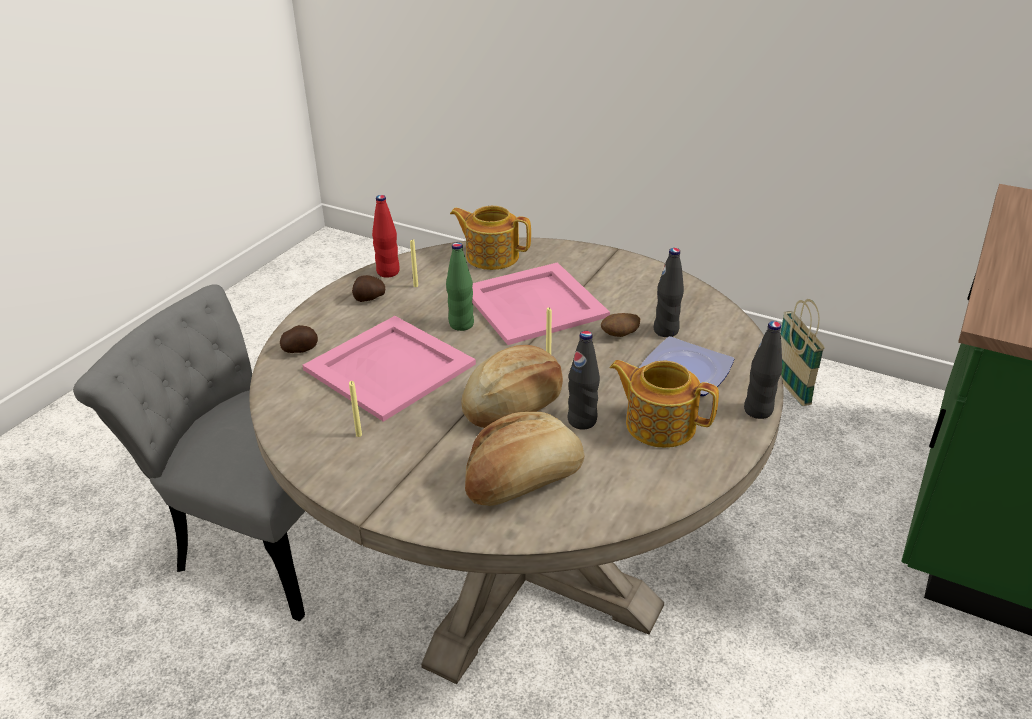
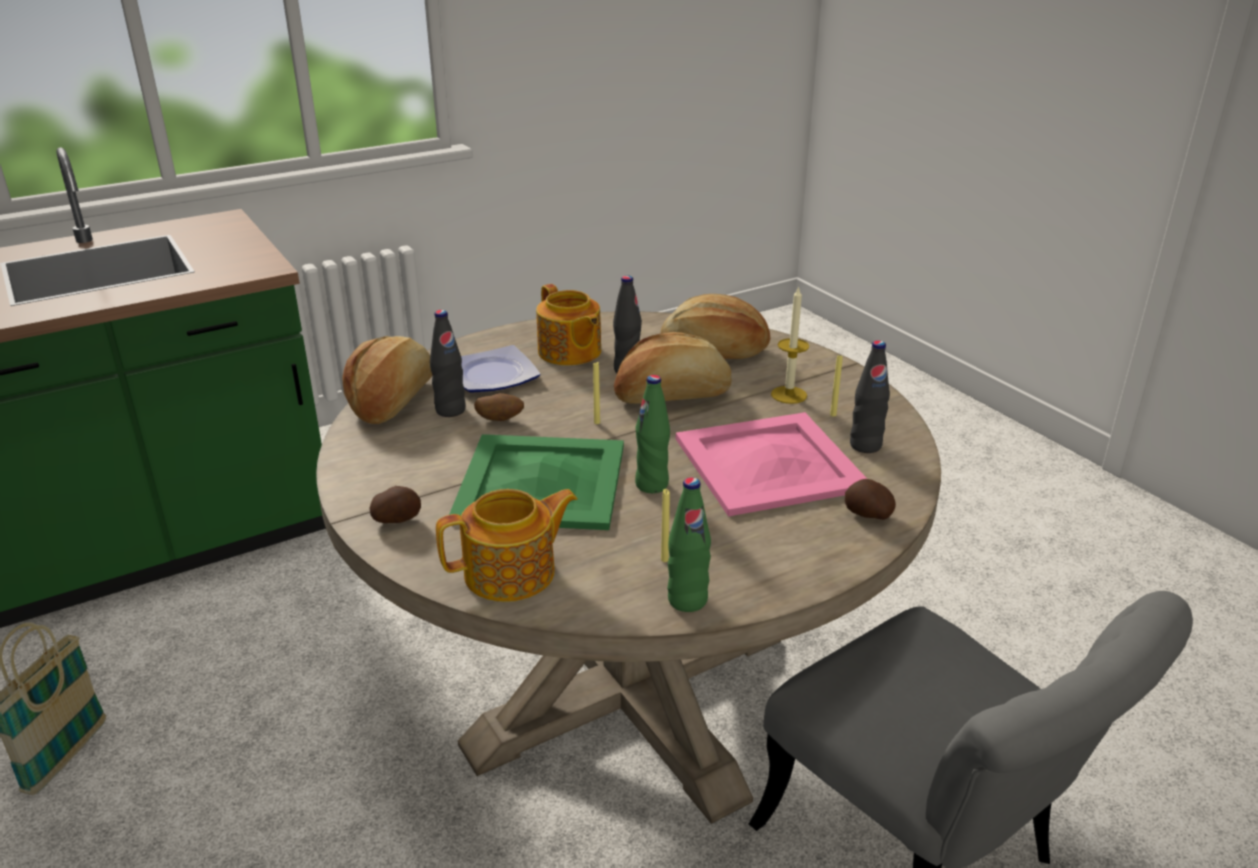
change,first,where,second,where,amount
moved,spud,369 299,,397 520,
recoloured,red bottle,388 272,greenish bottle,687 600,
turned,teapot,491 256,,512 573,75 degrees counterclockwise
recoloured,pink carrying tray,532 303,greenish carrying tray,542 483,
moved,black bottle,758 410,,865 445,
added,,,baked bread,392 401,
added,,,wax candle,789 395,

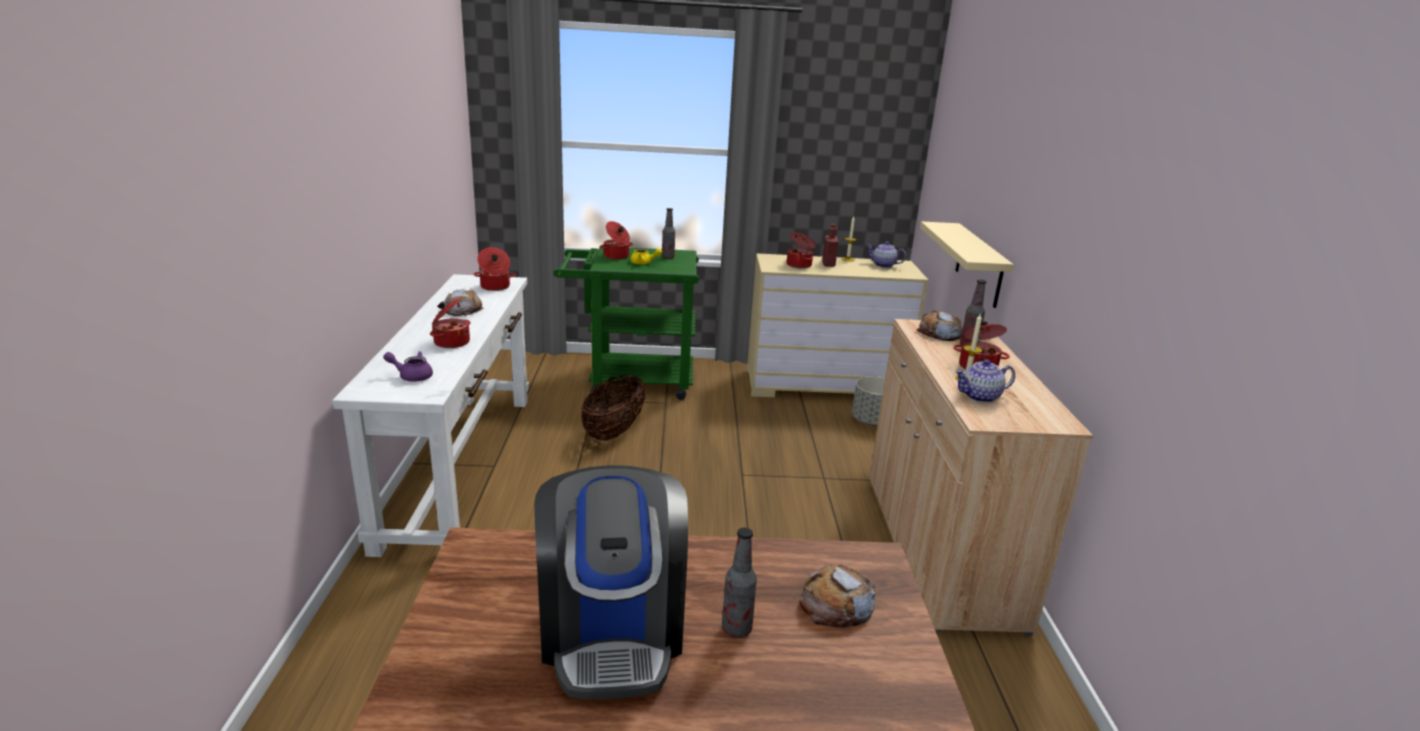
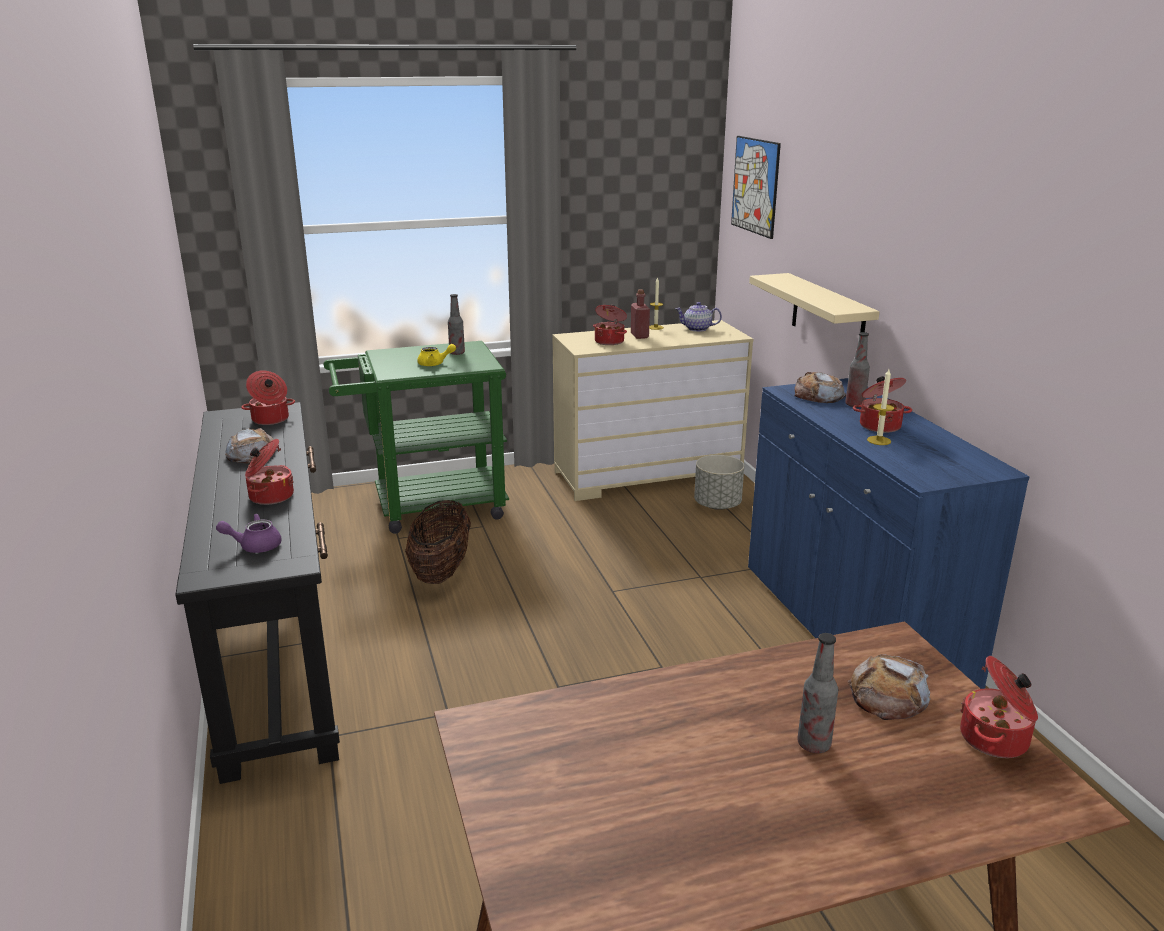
change,first,where,second,where,amount
recoloured,white narrow table,461 465,black narrow table,277 648,
removed,coffee brewer,612 631,,,
moved,stockpot,616 256,,996 739,
recoloured,beige cupboard,939 548,blue-coloured cupboard,852 626,
removed,teapot,980 397,,,
added,,,picture,755 186,

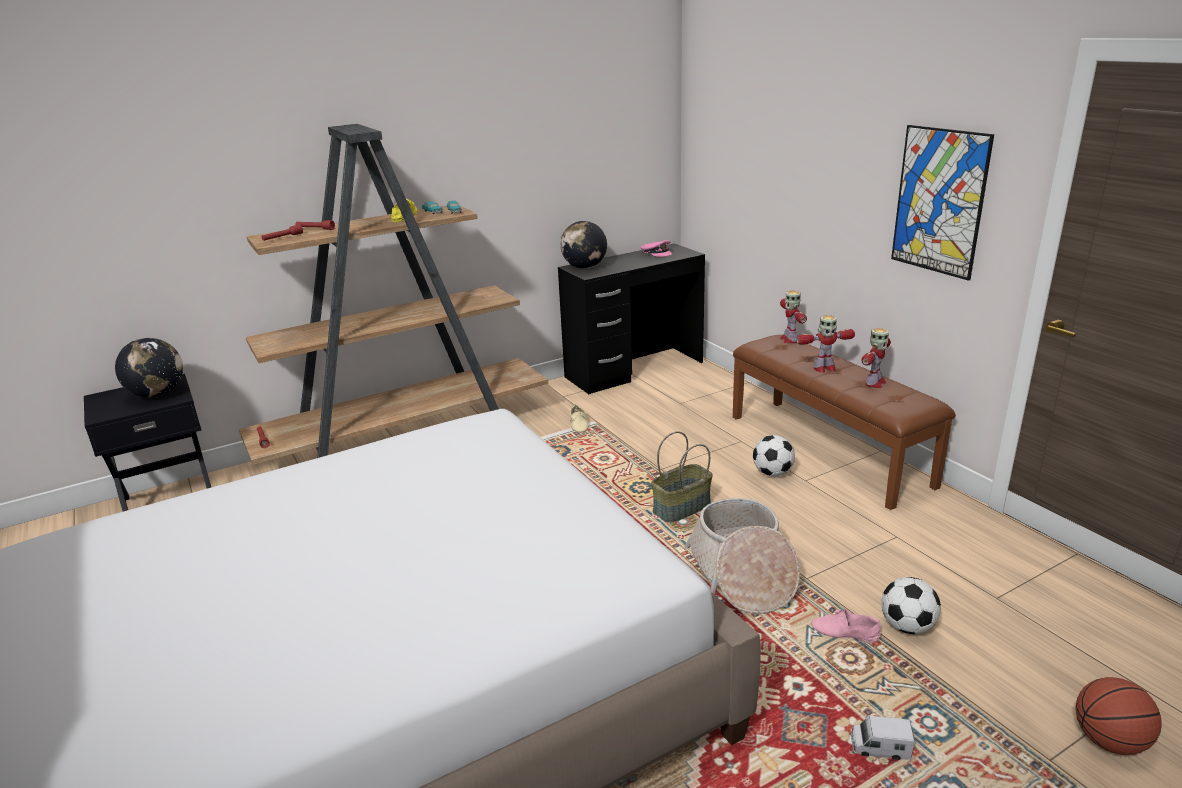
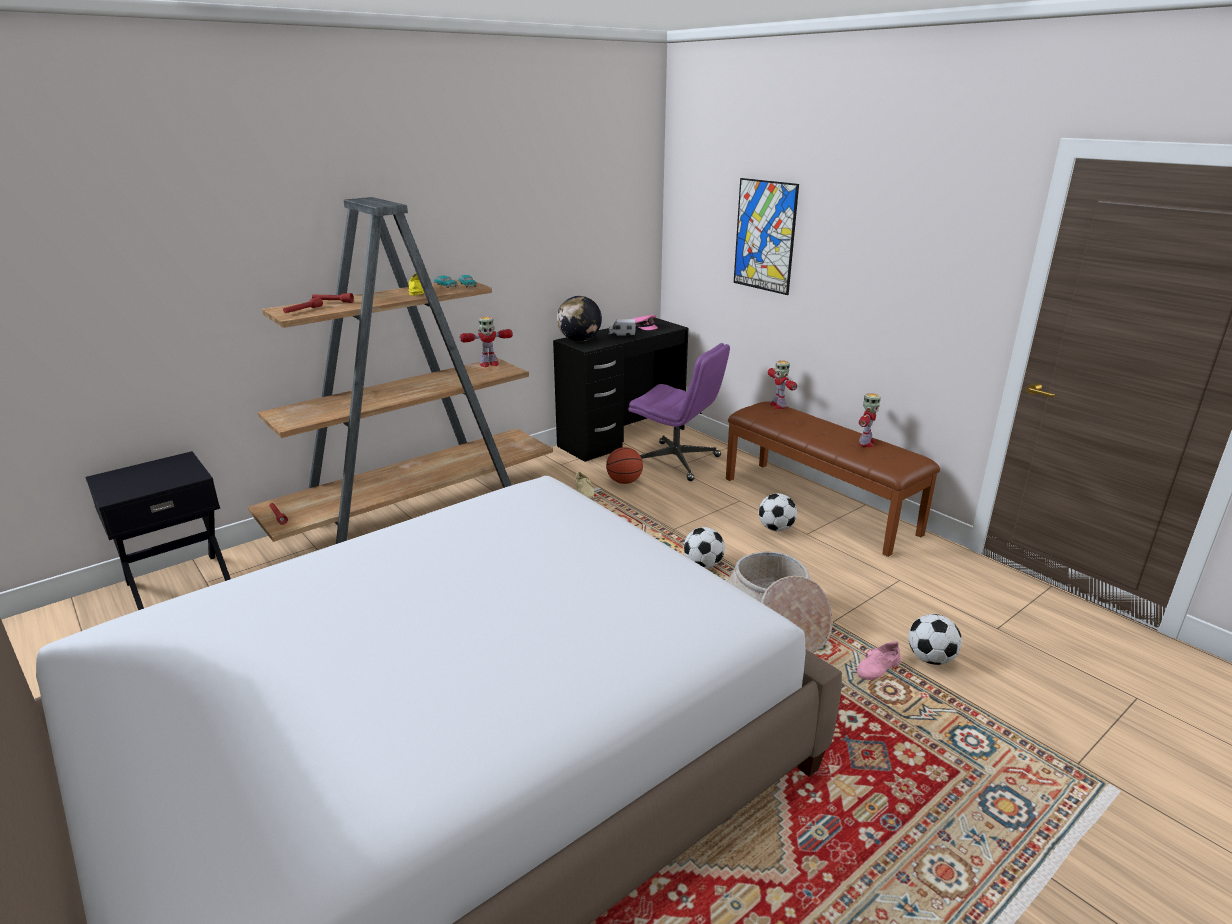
change,first,where,second,where,amount
removed,globe,158 394,,,
replaced,storage basket,682 509,ball for football,703 565,
moved,robot figure,823 368,,488 364,
turned,pink low shoe,844 633,,879 668,45 degrees counterclockwise
moved,model truck,879 748,,622 334,
moved,picture,939 201,,765 236,
moved,ball for basketball,1109 741,,624 482,
added,,,purple office chair,677 461,

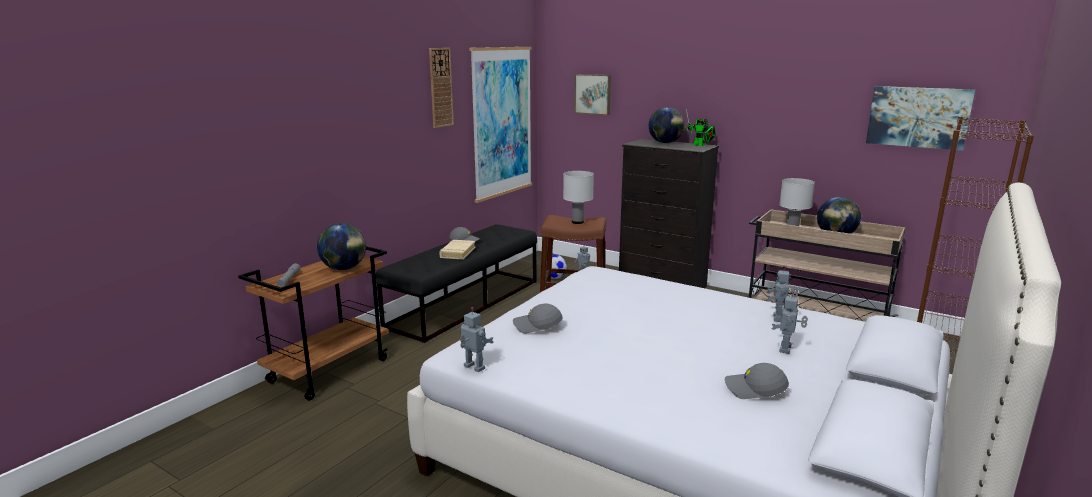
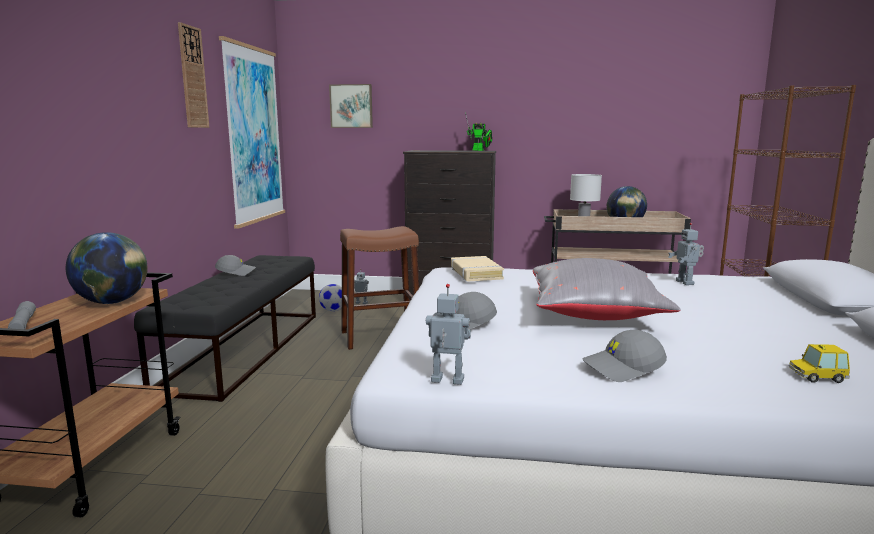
change,first,where,second,where,amount
moved,beige volume,457 252,,475 273,
removed,white tabletop lamp,577 222,,,
removed,globe,665 143,,,
moved,greyish peaked cap,755 390,,623 368,
removed,robot figure,786 349,,,
removed,picture,918 117,,,
added,,,greyish throw pillow,595 315,
added,,,model car,817 376,

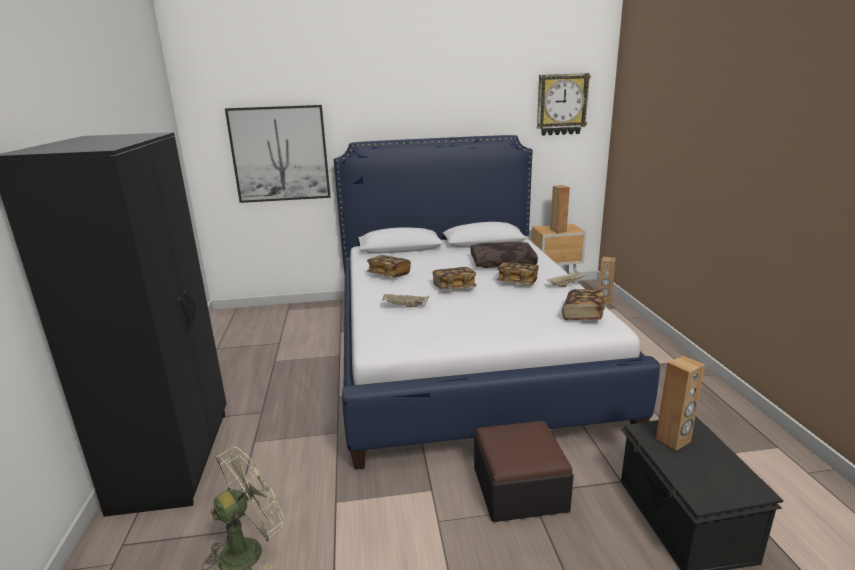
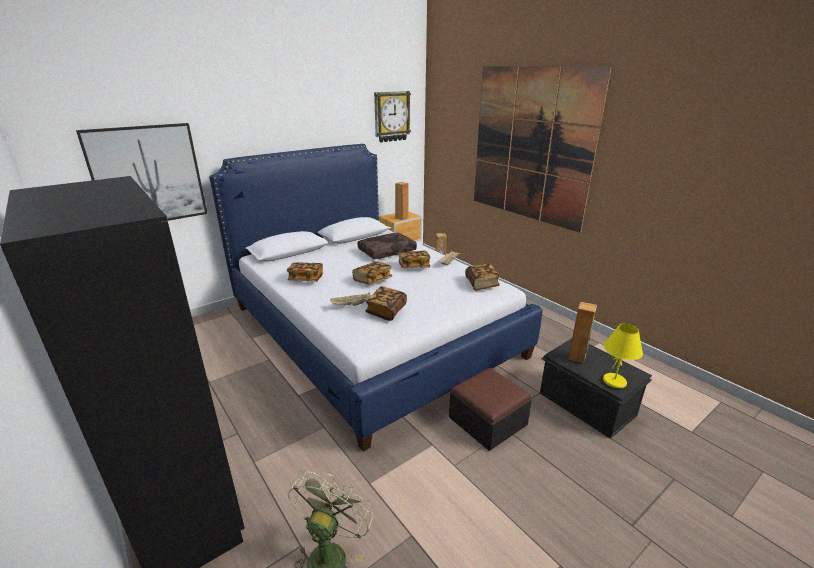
change,first,where,second,where,amount
added,,,volume,386 311,
added,,,picture,530 145,
added,,,yellowish tabletop lamp,614 382,

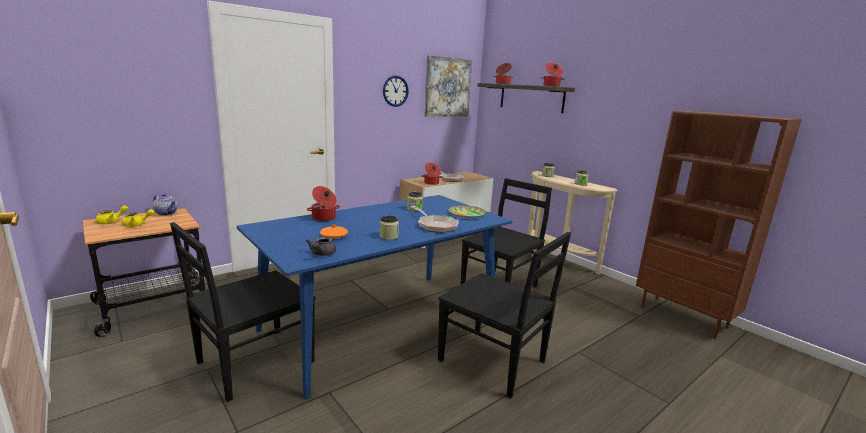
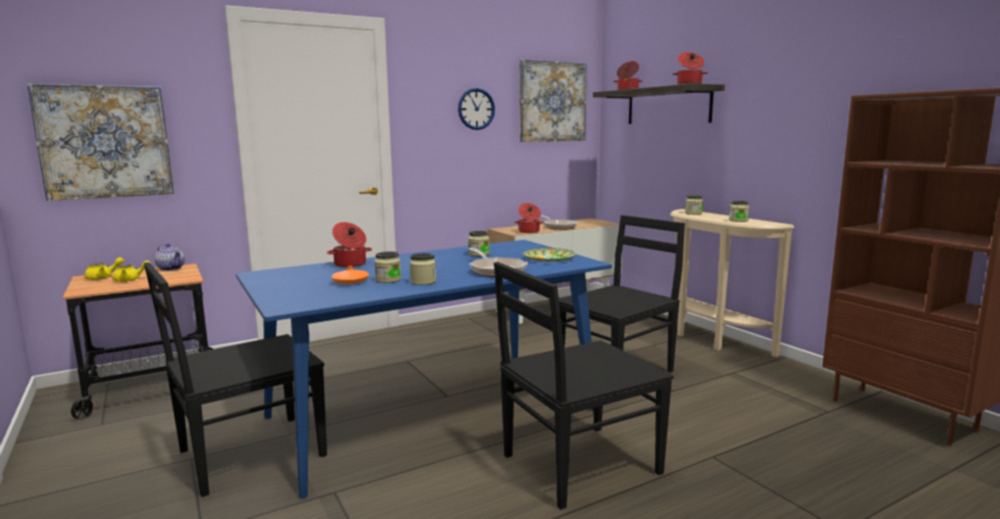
change,first,where,second,where,amount
removed,greyish teapot,321 254,,,
turned,black upright chair,494 362,,577 465,105 degrees clockwise
added,,,picture,105 142,
added,,,preserve jar,388 280,

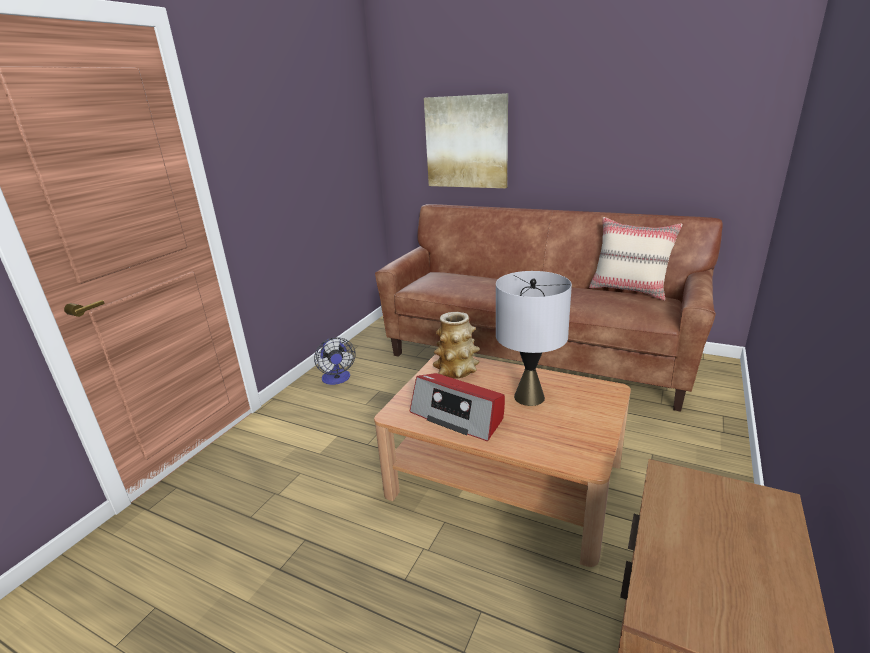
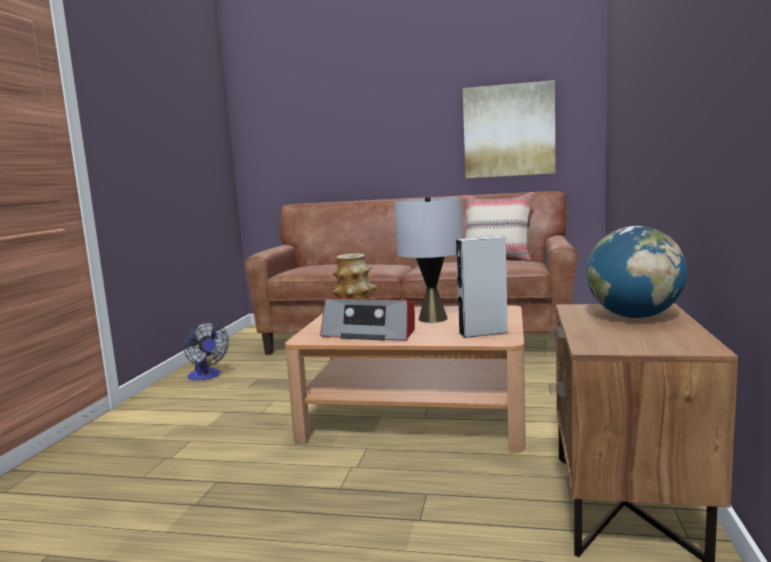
change,first,where,second,where,amount
moved,picture,466 142,,508 130,
added,,,greyish loudspeaker,483 333,
added,,,globe,634 316,

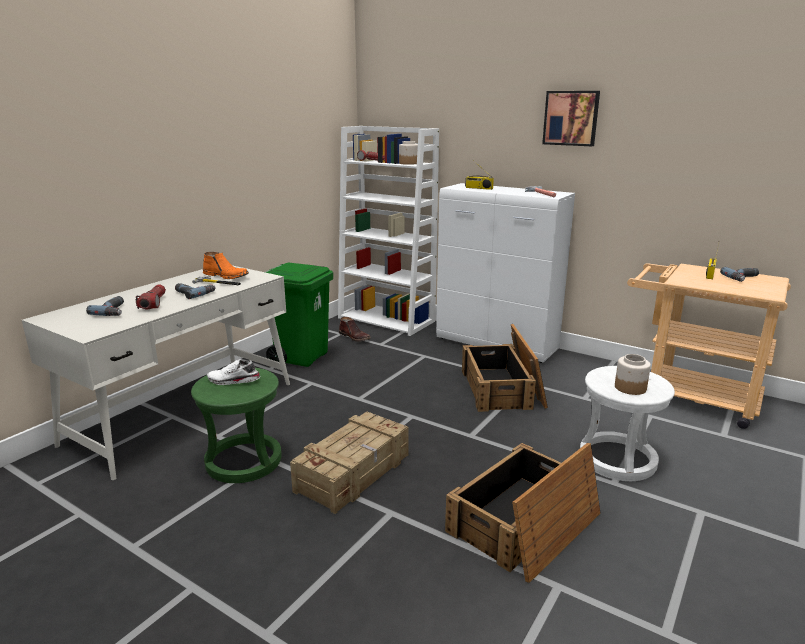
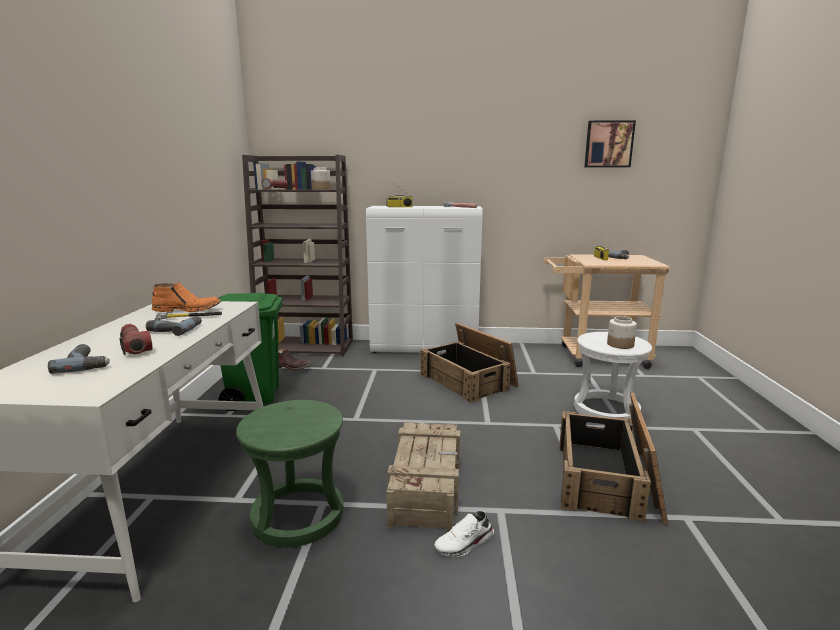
change,first,where,second,where,amount
moved,white low shoe,233 381,,465 544,
recoloured,white bookshelf,387 319,brownish bookshelf,306 346,
moved,picture,571 118,,608 144,

